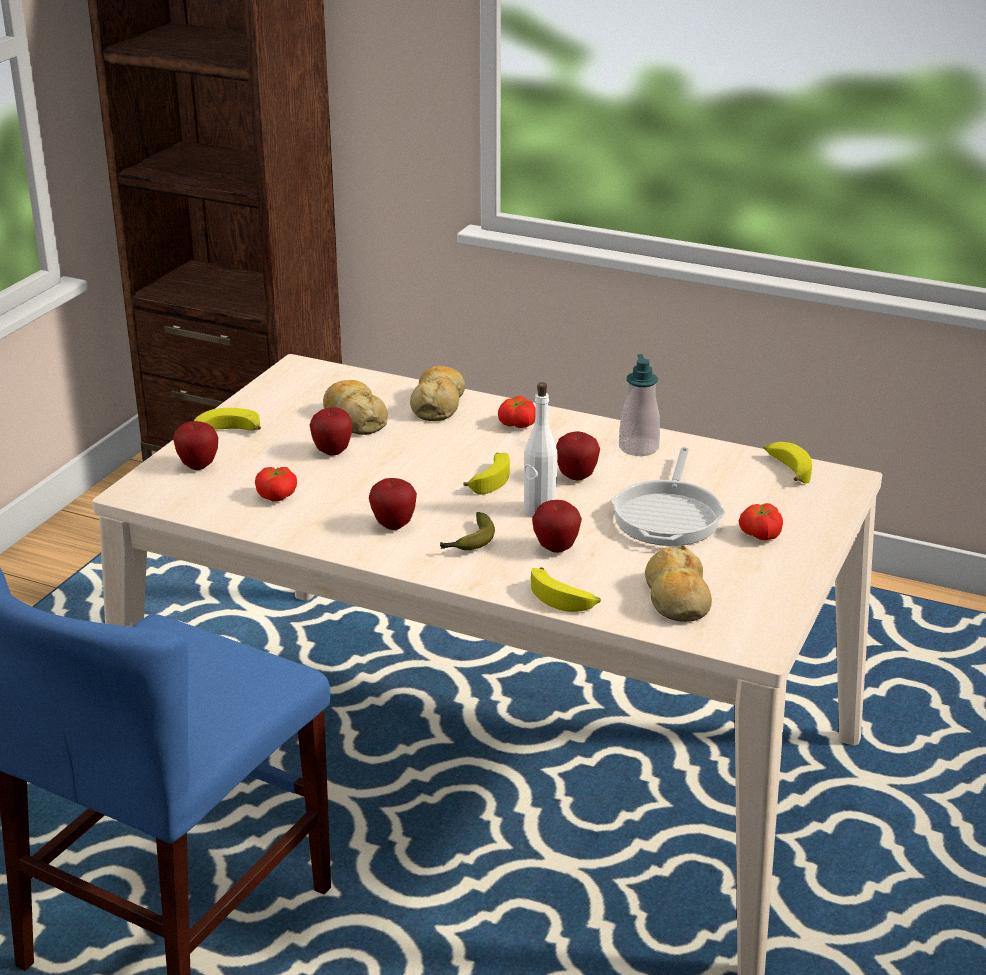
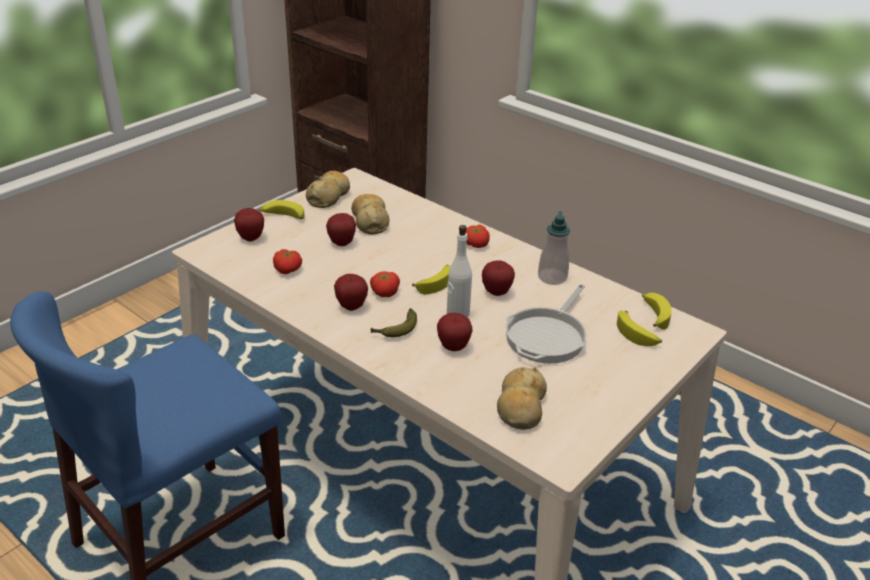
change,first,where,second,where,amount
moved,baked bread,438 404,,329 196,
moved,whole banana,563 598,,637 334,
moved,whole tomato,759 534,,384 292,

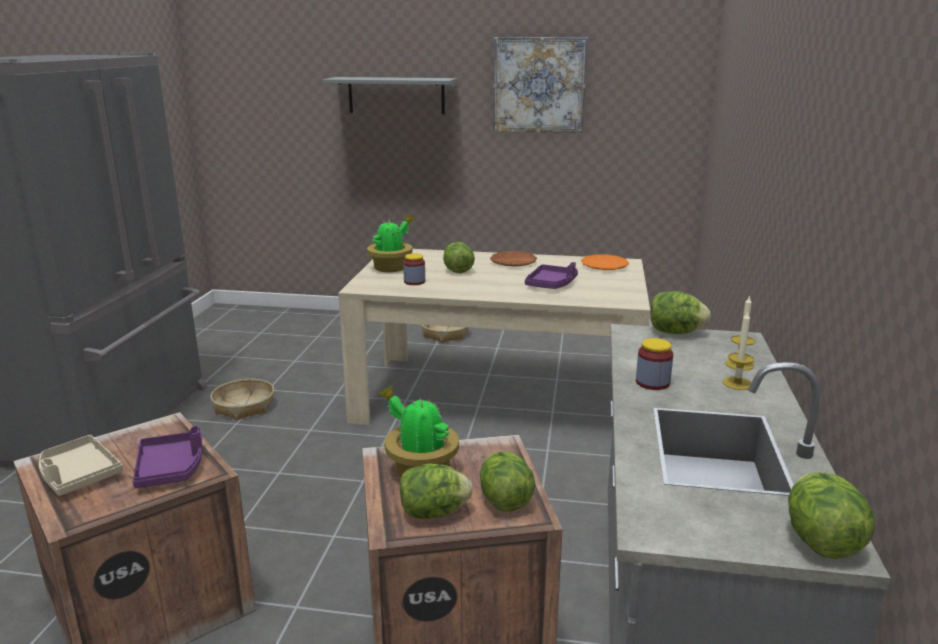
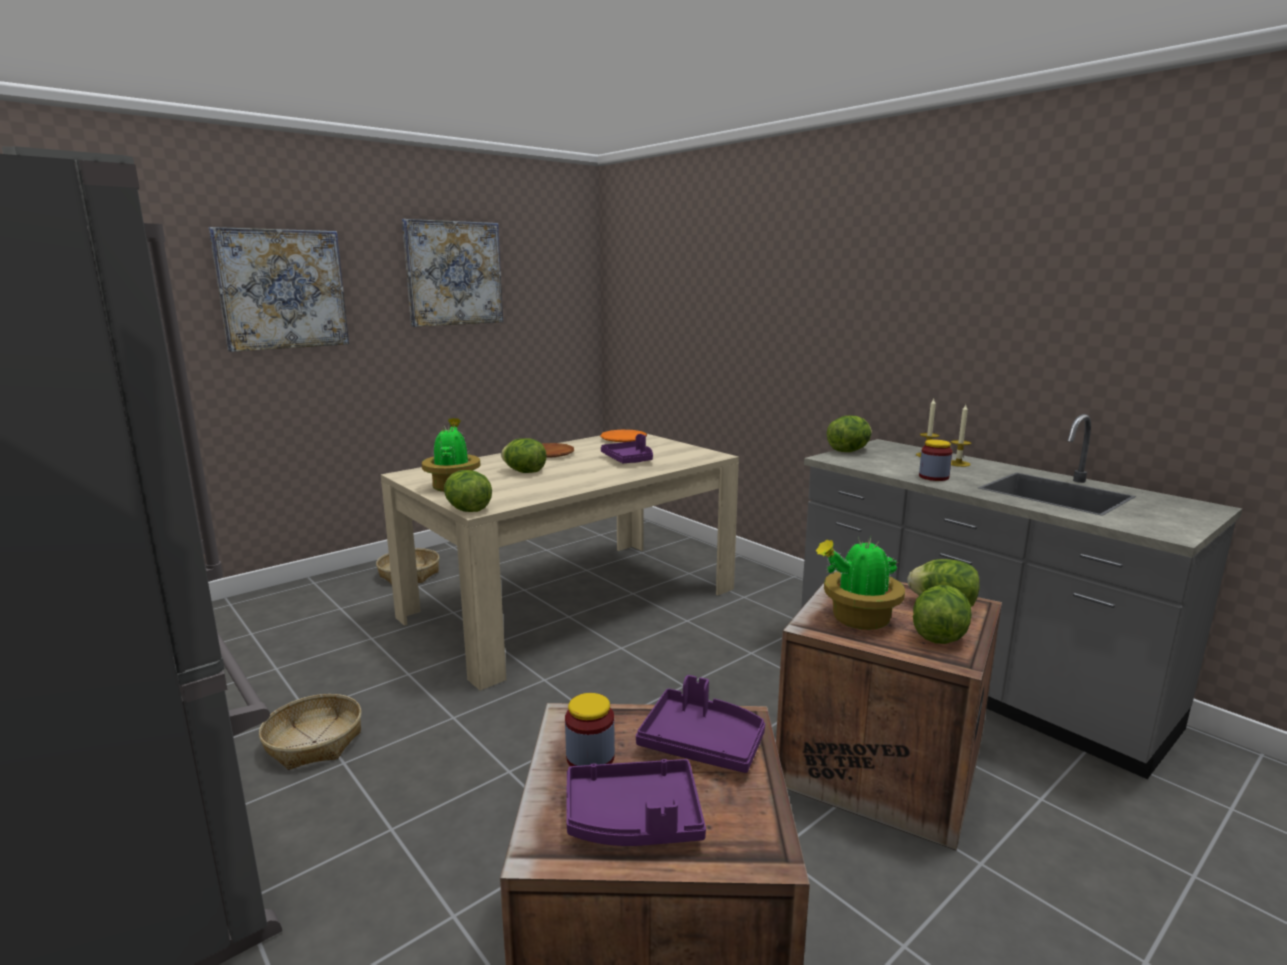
change,first,where,second,where,amount
recoloured,beige carrying tray,78 475,purple carrying tray,634 819,
replaced,greyish bracket shelf,396 95,picture,282 289,
moved,preserve jar,414 282,,590 757,
moved,lettuce,821 541,,467 510,

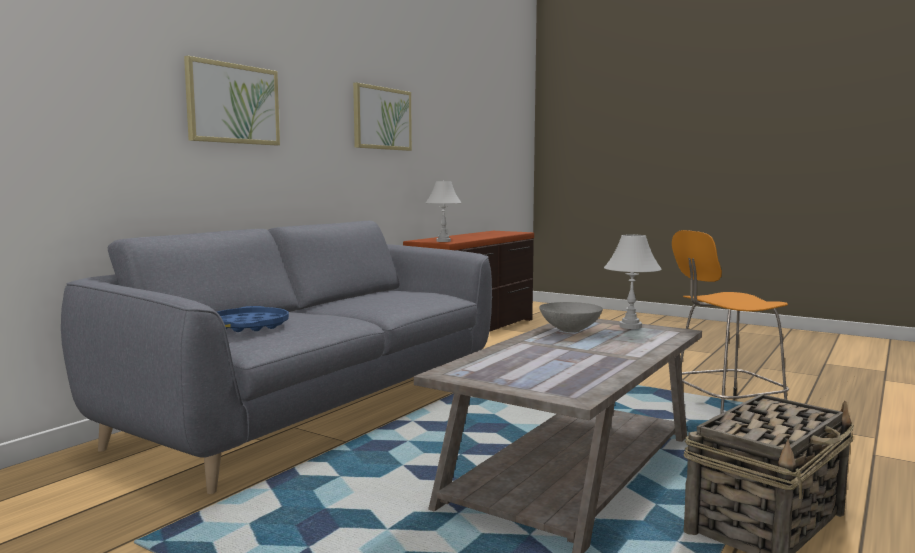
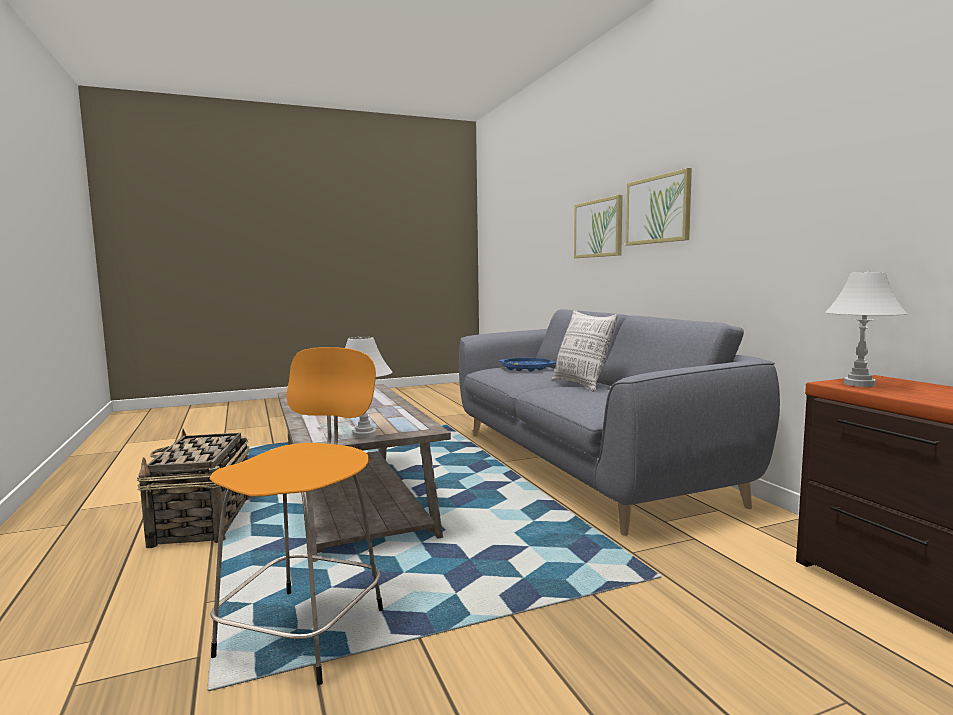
change,first,where,second,where,amount
moved,picture,382 118,,598 228,
removed,greyish bowl,569 330,,,
added,,,throw pillow,582 385,

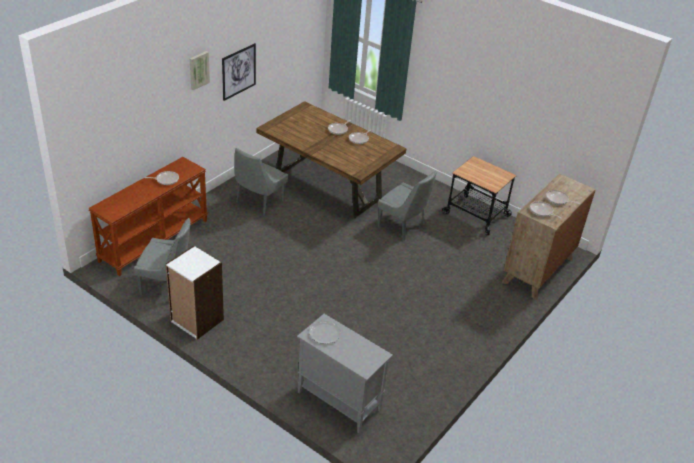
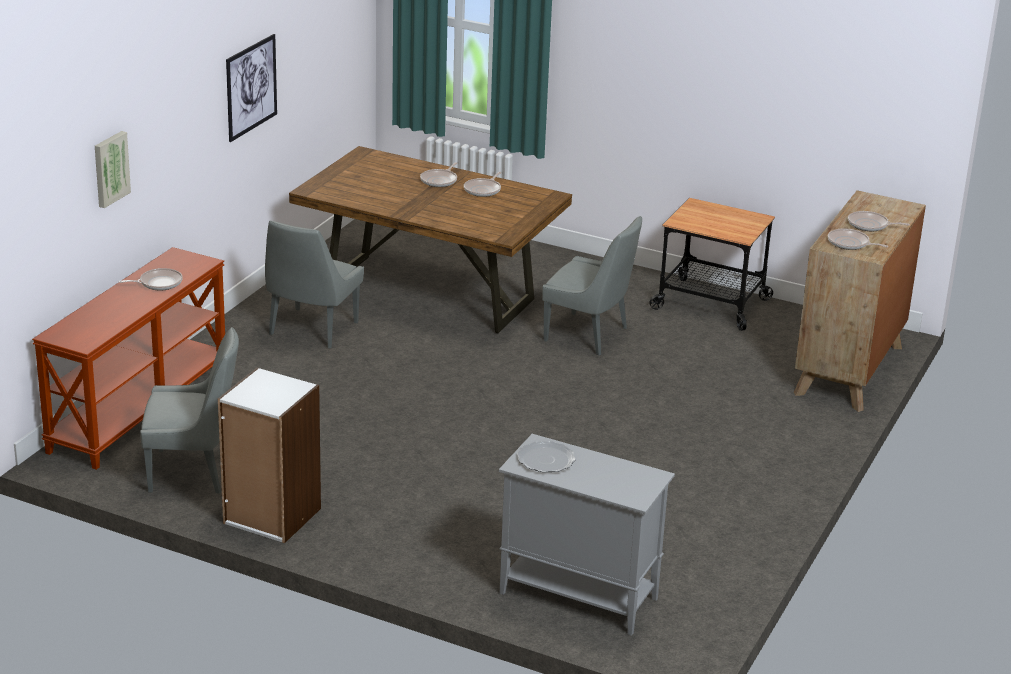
change,first,where,second,where,amount
moved,picture,198 70,,110 168,

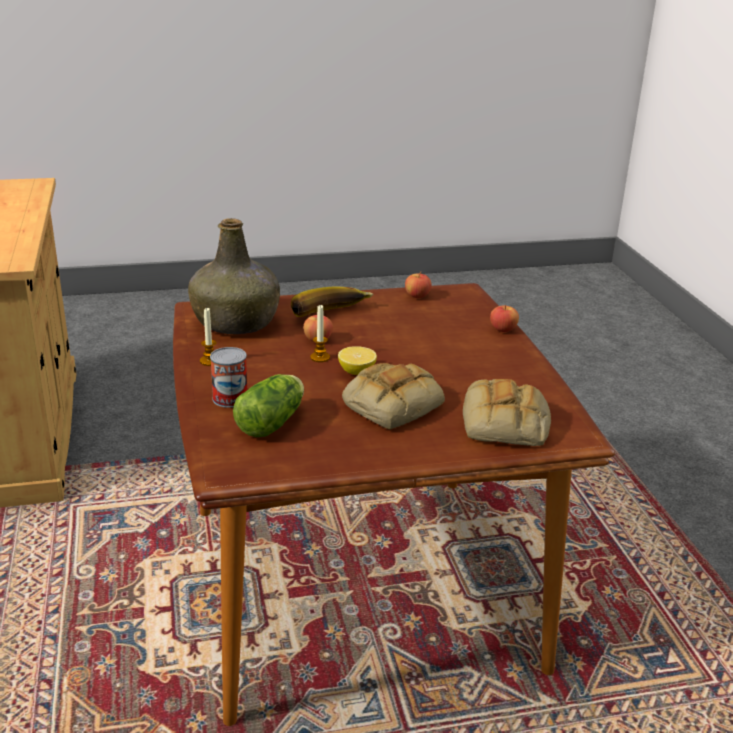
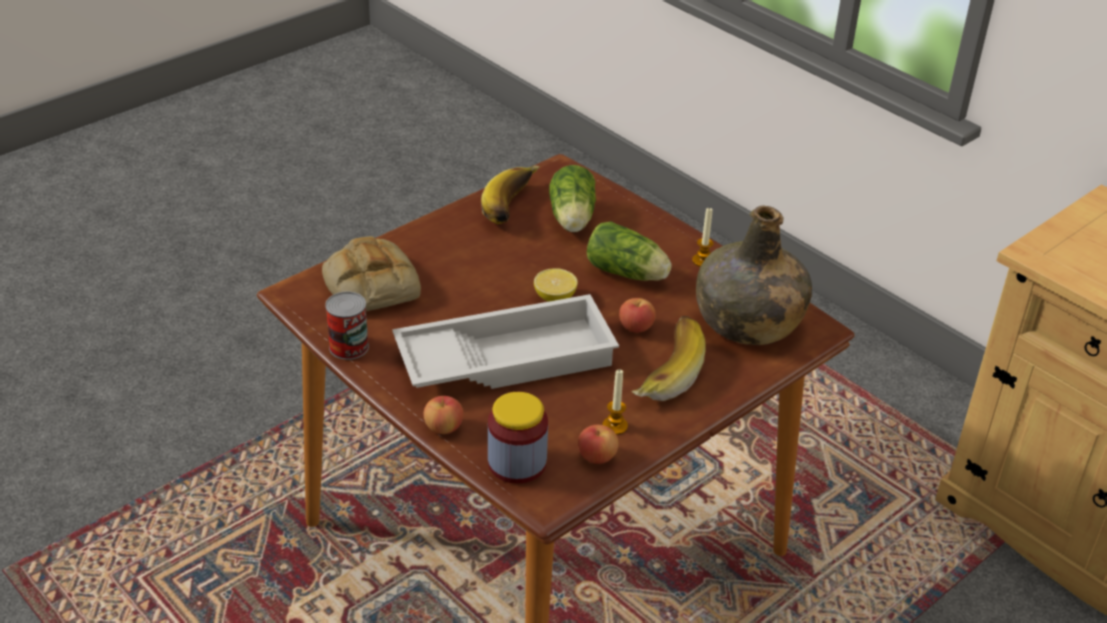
change,first,where,second,where,amount
moved,can,230 398,,349 347,
moved,wax candle,320 357,,615 426,
removed,baked bread,392 403,,,
added,,,white carrying tray,506 357,
added,,,whole banana,515 207,
added,,,preserve jar,517 463,
added,,,lettuce,628 274,

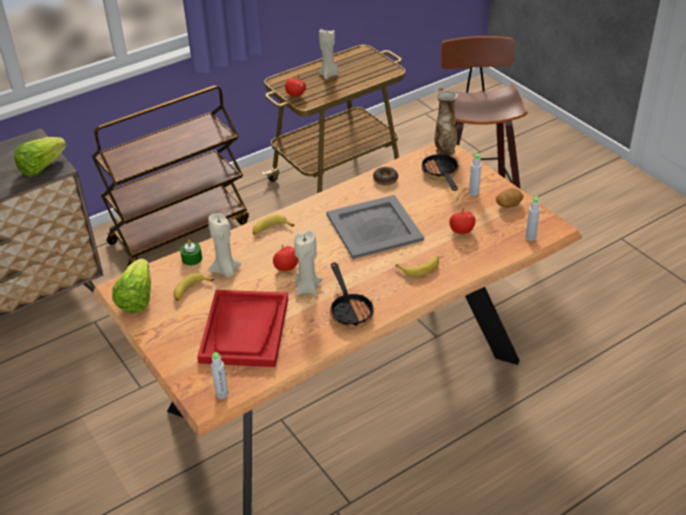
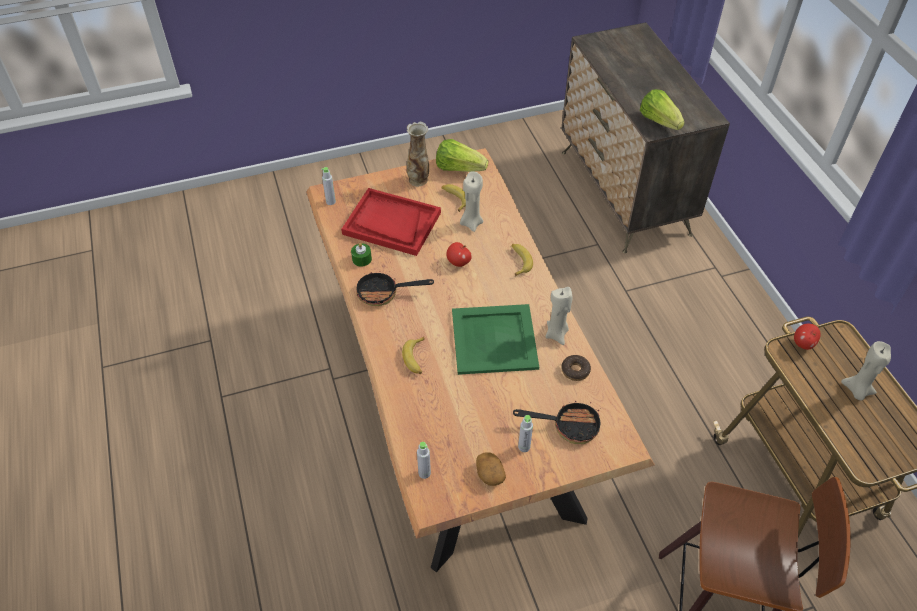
change,first,where,second,where,amount
removed,brownish wheeled cart,180 231,,,
moved,greenish wax candle,192 259,,362 259,
moved,beige wax candle,307 288,,557 334,
recoloured,greyish carrying tray,374 226,greenish carrying tray,495 340,
moved,flower vase,444 151,,418 179,
removed,apple fruit,461 231,,,

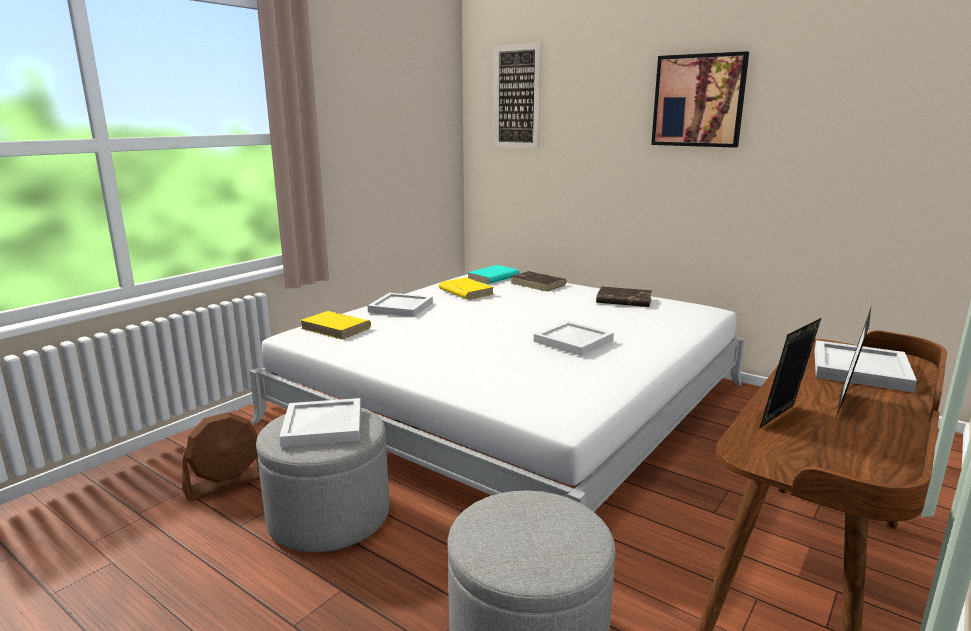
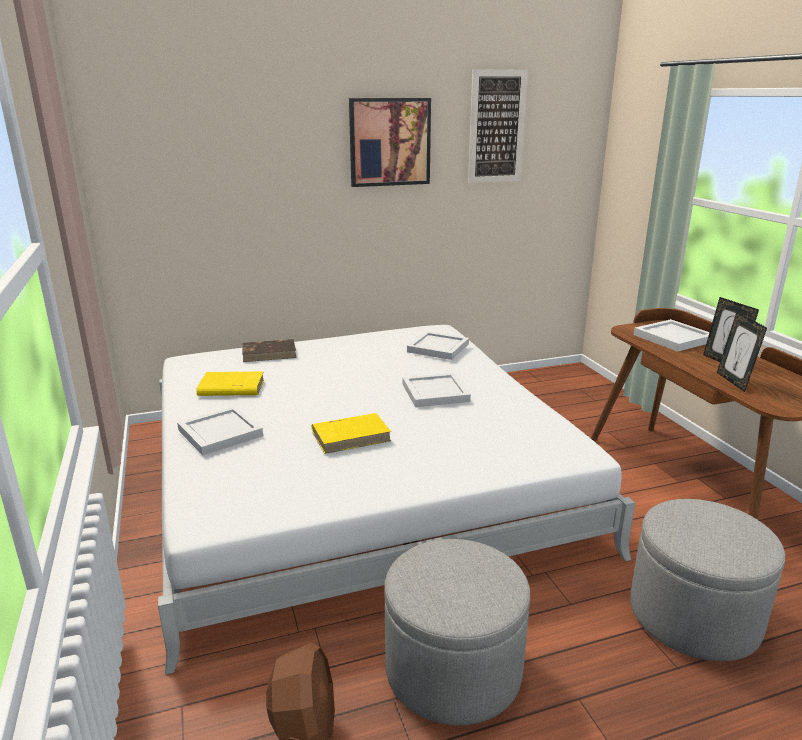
change,first,where,second,where,amount
moved,white carrying tray,321 426,,438 348,
moved,yellowish volume,336 328,,351 436,
removed,turquoise volume,493 278,,,
moved,picture,516 97,,497 127,
removed,brownish volume,623 300,,,

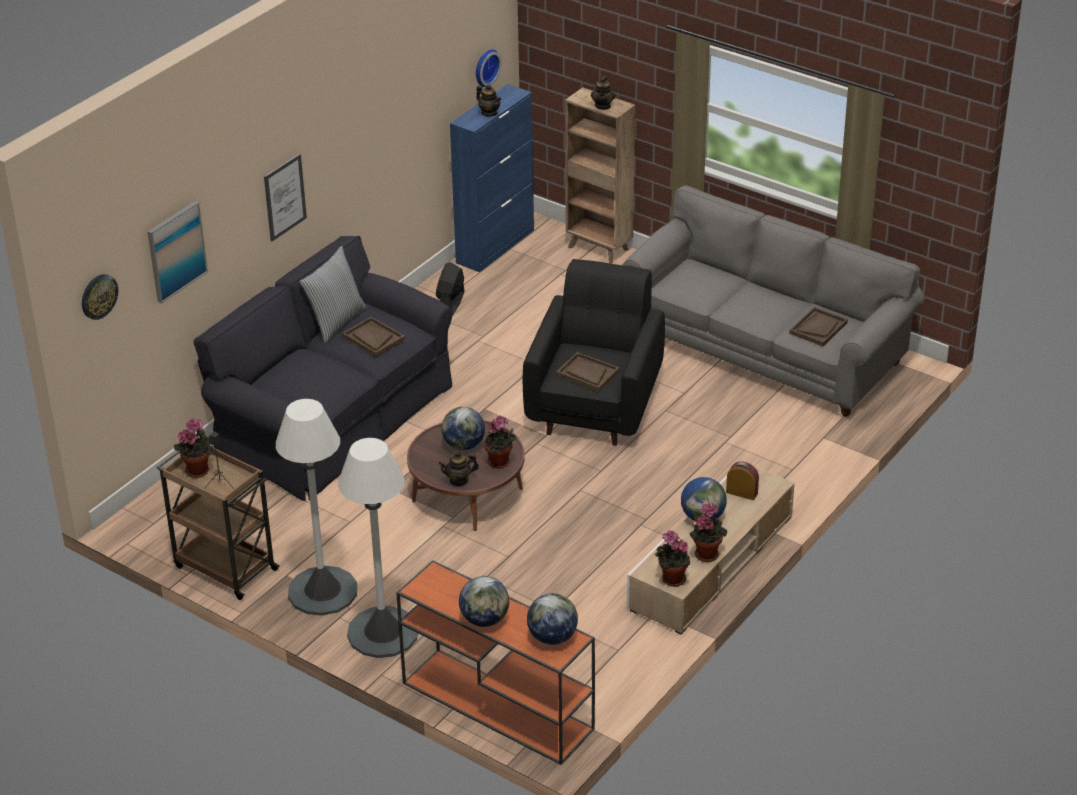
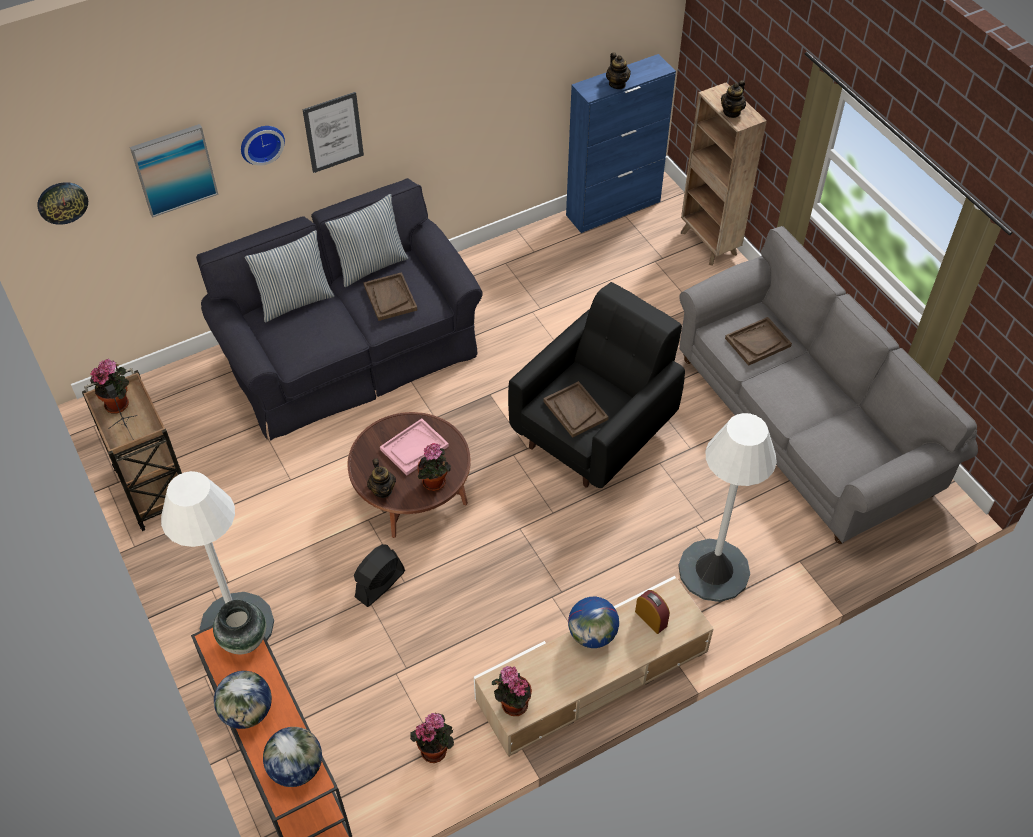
change,first,where,second,where,amount
moved,white floor lamp,323 591,,714 570,
moved,black electric fan,451 303,,379 584,
turned,teapot,459 480,,383 490,120 degrees counterclockwise
replaced,globe,463 445,pink carrying tray,414 448,
moved,hanging clock,485 67,,261 143,
moved,houseplant,706 553,,435 749,
moved,brownish carrying tray,818 328,,758 342,
added,,,flower vase,245 641,
added,,,throw pillow,295 301,

